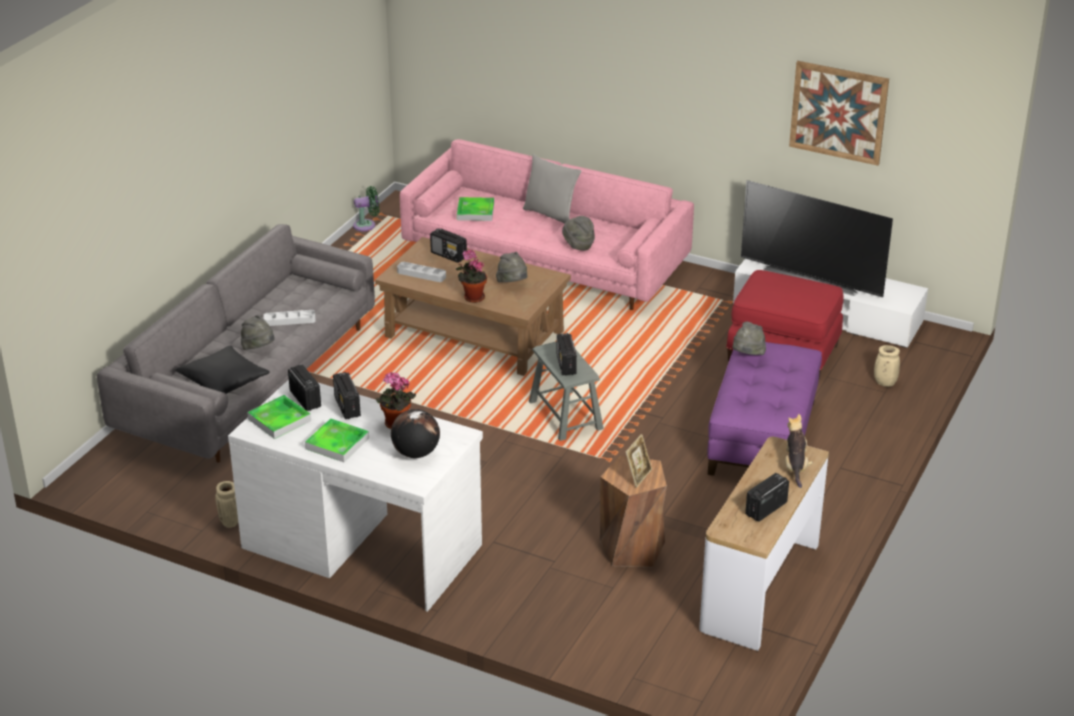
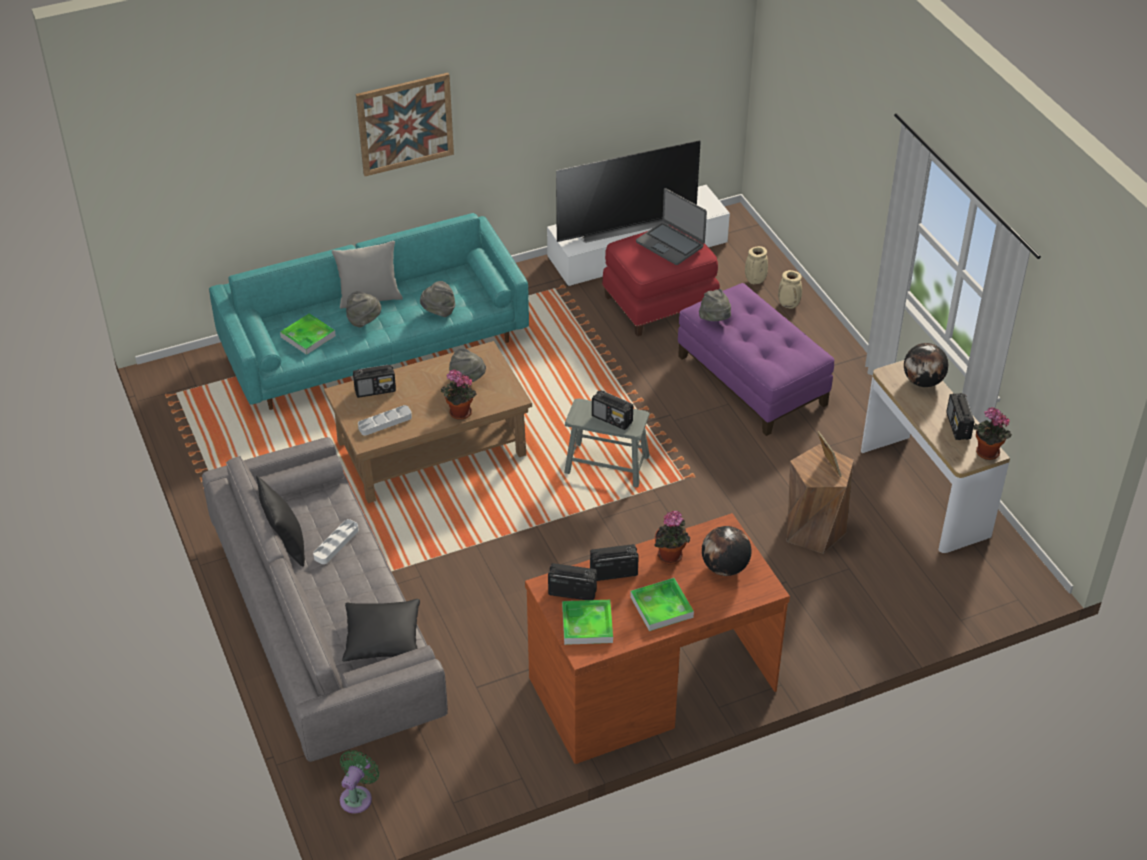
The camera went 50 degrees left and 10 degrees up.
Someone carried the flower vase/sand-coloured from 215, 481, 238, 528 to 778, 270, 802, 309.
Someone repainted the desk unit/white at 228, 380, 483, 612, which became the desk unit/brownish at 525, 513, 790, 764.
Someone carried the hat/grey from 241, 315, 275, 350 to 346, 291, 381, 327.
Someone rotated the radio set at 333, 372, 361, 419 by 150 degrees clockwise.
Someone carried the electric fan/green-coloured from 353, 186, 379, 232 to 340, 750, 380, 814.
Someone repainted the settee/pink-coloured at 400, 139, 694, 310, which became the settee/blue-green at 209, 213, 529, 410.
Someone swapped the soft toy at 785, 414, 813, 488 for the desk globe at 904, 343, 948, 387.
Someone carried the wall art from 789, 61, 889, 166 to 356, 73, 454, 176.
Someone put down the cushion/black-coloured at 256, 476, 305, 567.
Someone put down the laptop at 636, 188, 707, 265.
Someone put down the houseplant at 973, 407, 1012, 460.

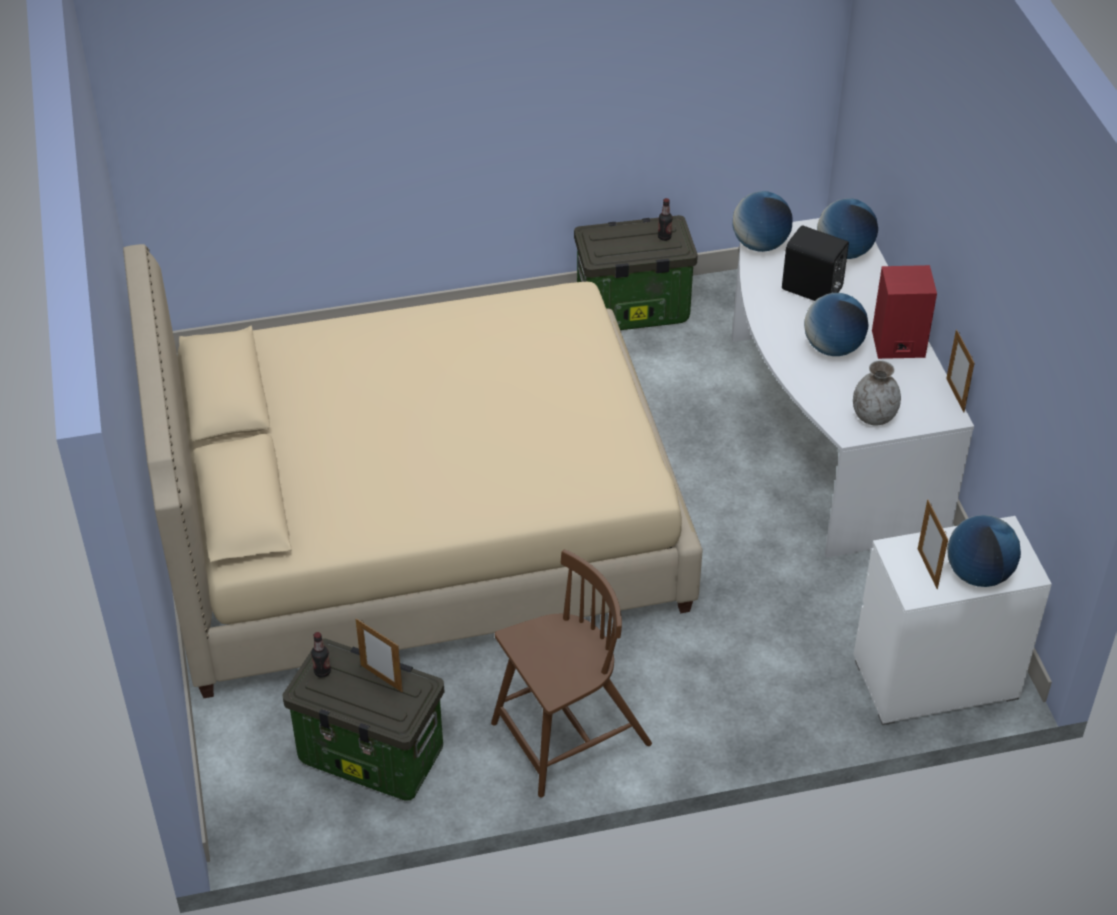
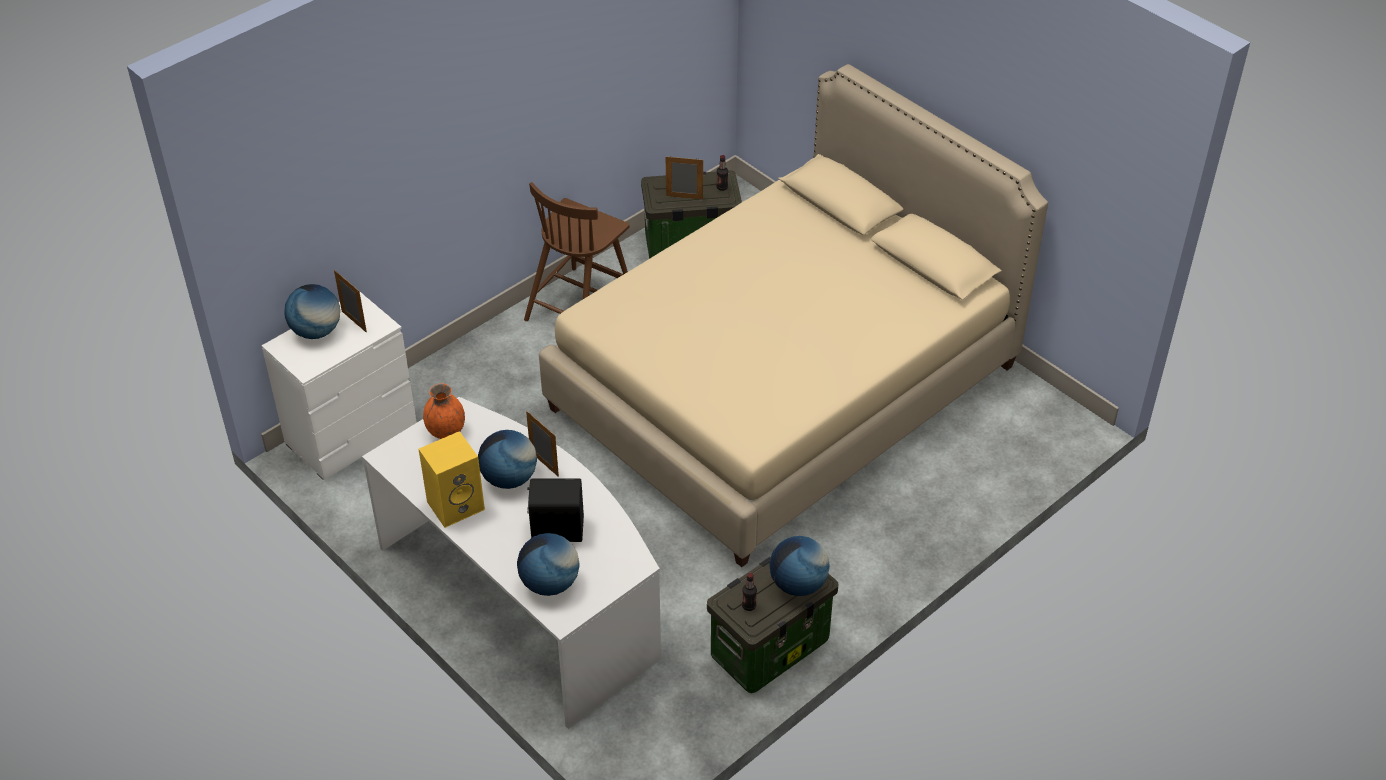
The camera went 150 degrees right and 0 degrees up.
Someone carried the desk globe from 732, 191, 793, 252 to 769, 536, 830, 596.
Someone repainted the flower vase/grey at 853, 360, 901, 425, which became the flower vase/orangey at 423, 383, 465, 439.
Someone repainted the loudspeaker/red-coloured at 872, 265, 937, 359, which became the loudspeaker/yellowish at 419, 431, 485, 528.
Someone carried the picture frame from 946, 329, 975, 412 to 526, 411, 559, 477.

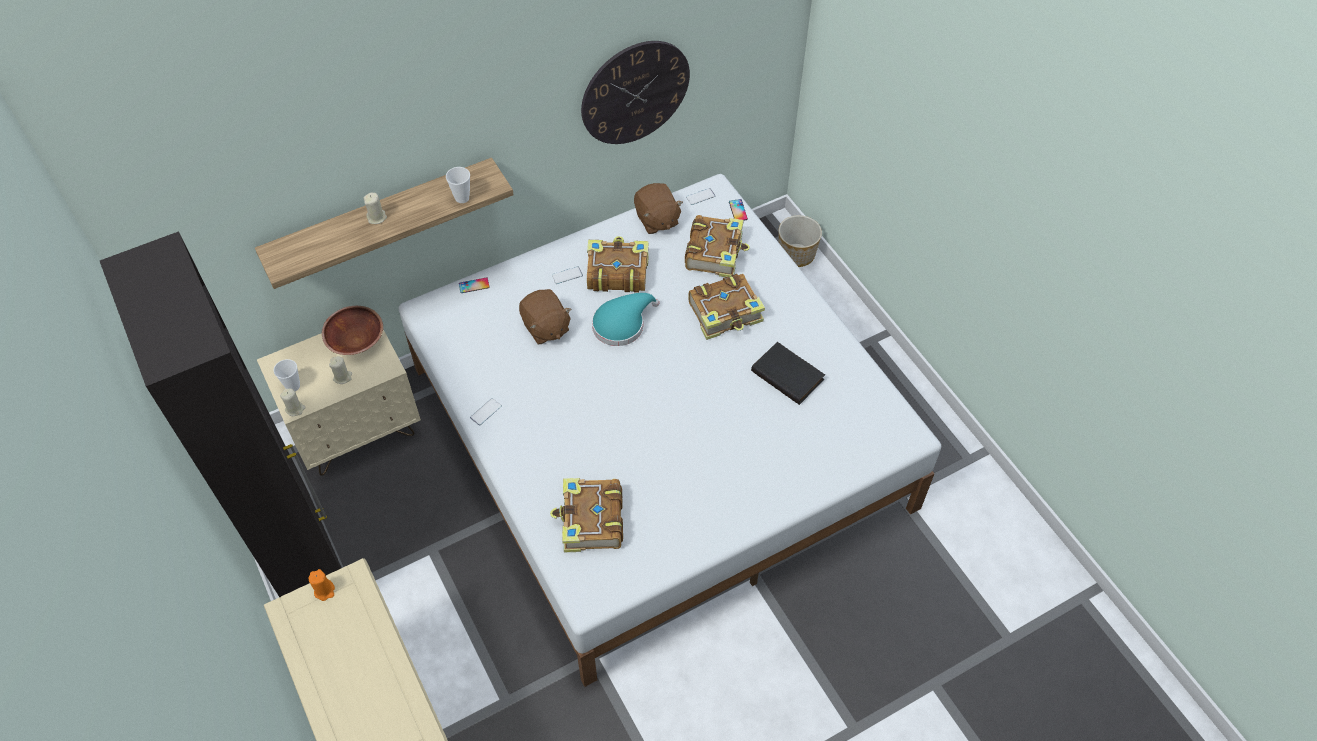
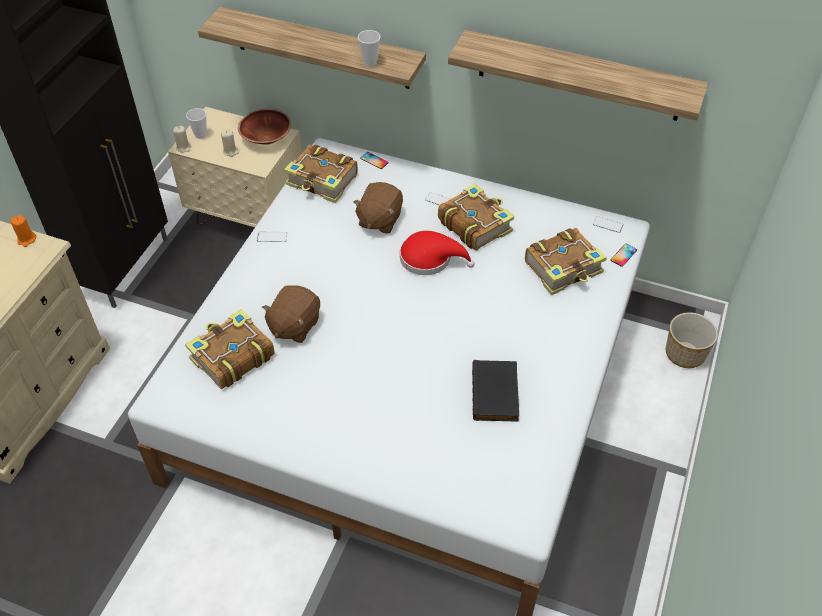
The camera went 50 degrees right and 5 degrees down.
Someone took away the wax candle/sand-coloured at 364, 193, 387, 224.
Someone swapped the clock on the wall at 581, 41, 690, 144 for the wall shelf at 448, 30, 708, 121.
Someone repainted the hat/blue-green at 592, 293, 659, 346, which became the hat/red-coloured at 400, 231, 474, 275.
Someone carried the soft toy/brownish from 634, 183, 683, 234 to 262, 285, 320, 343.
Someone carried the bound book from 689, 274, 765, 340 to 284, 144, 358, 203.

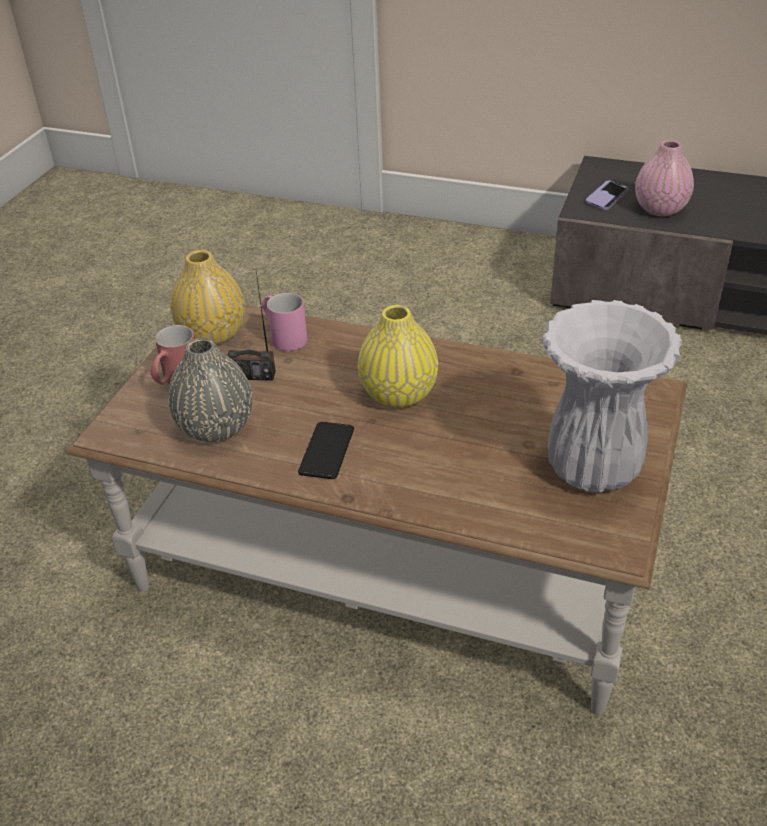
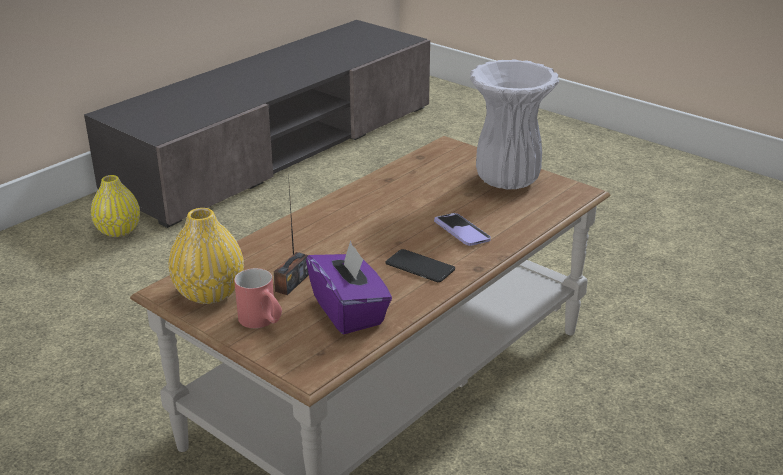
The camera went 70 degrees left and 10 degrees down.
Someone swapped the flower vase/grey at 168, 337, 252, 442 for the tissue box/purple at 306, 240, 392, 334.
Someone took away the coffee mug/pink-coloured at 262, 293, 307, 351.
Someone carried the flower vase/yellowish from 358, 305, 438, 407 to 91, 175, 140, 237.
Someone carried the phone from 586, 180, 629, 210 to 434, 213, 491, 246.
Someone took away the flower vase/pink-coloured at 635, 140, 694, 216.

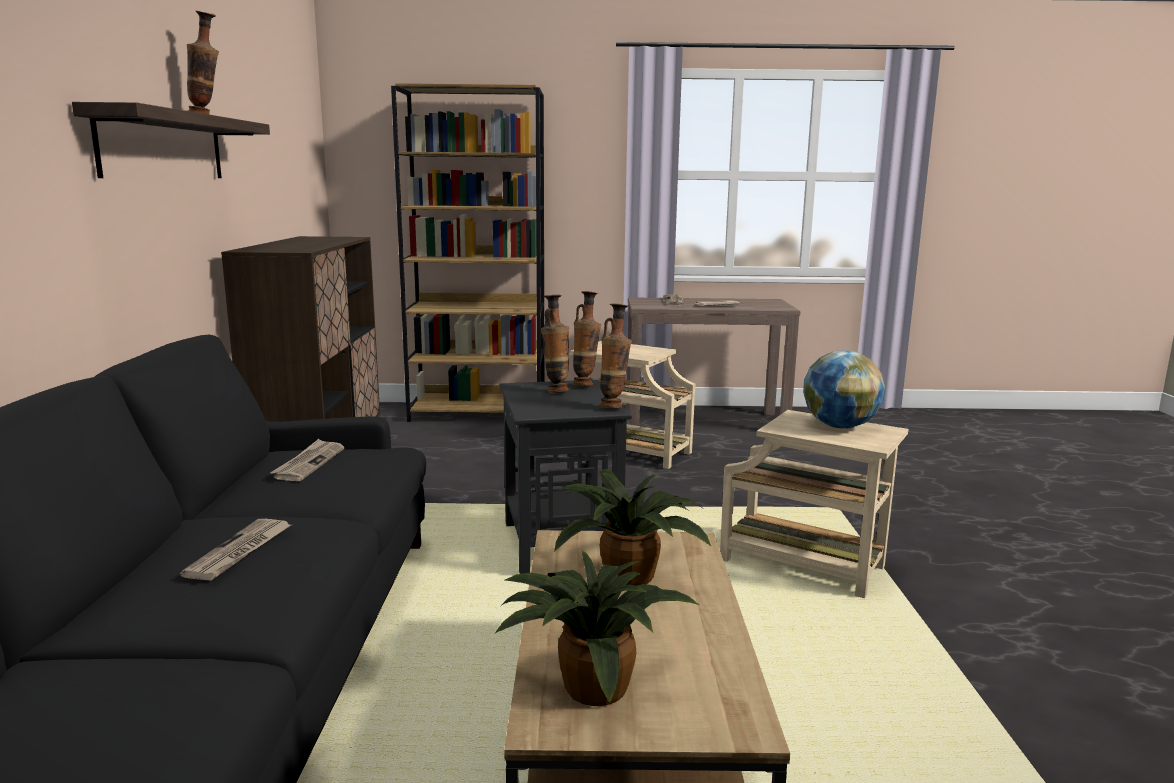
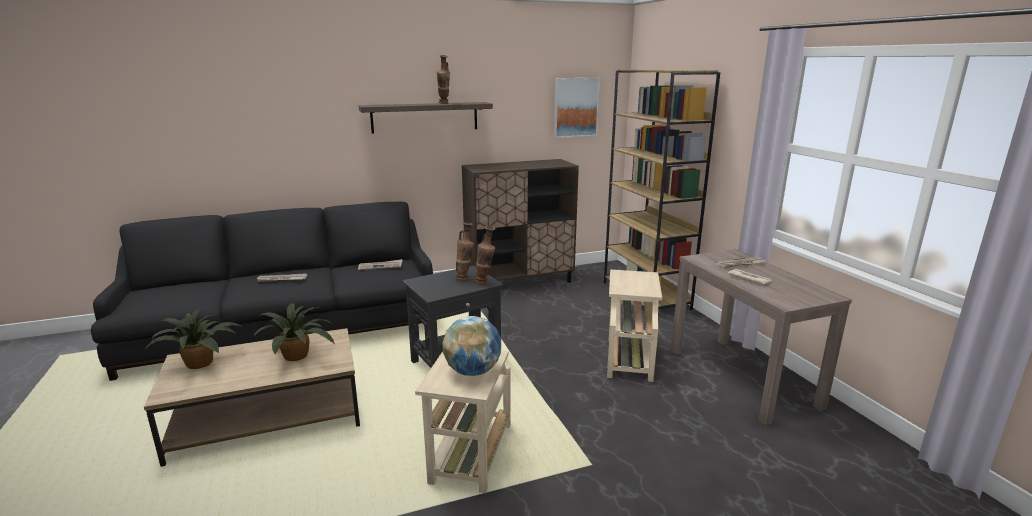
The camera went 70 degrees right and 5 degrees up.
Someone took away the flower vase at 600, 304, 632, 408.
Someone put up the wall art at 554, 78, 600, 138.

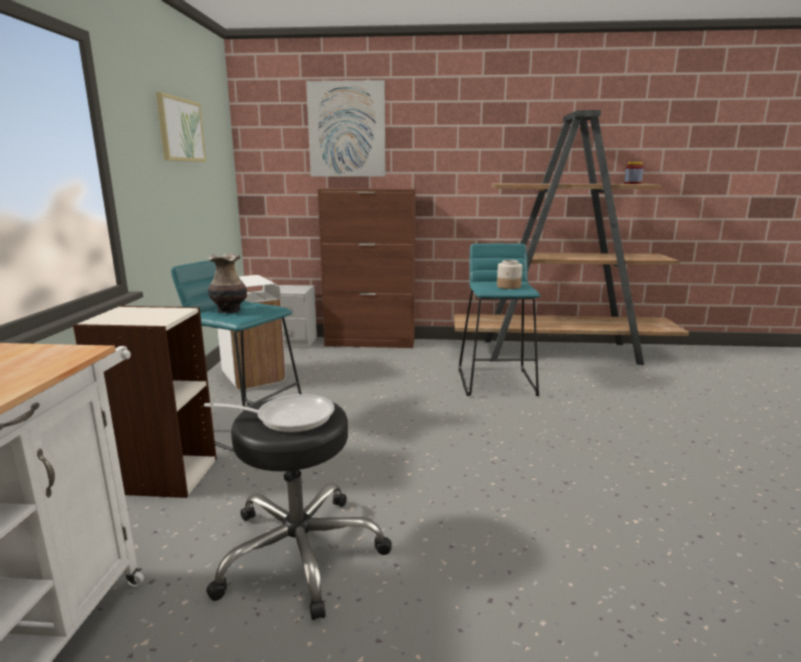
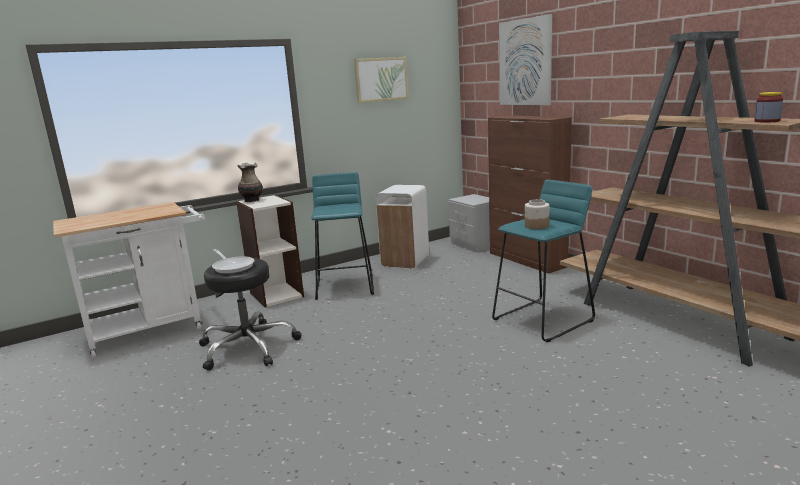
The camera went 55 degrees right and 0 degrees up.
Someone carried the flower vase from 208, 253, 247, 314 to 238, 163, 263, 202.

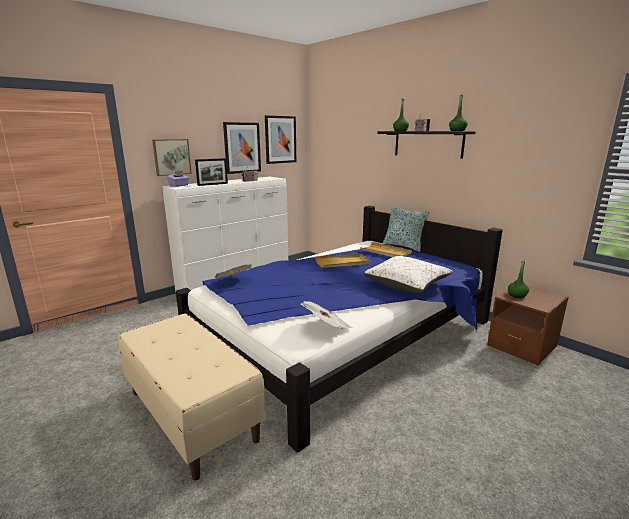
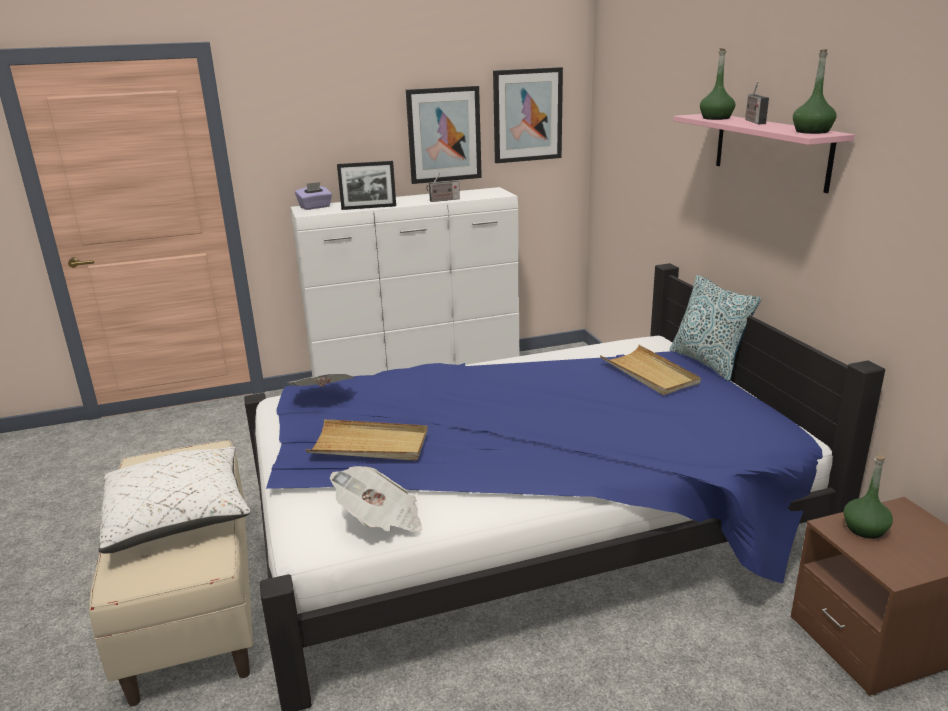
The camera went 25 degrees right and 5 degrees up.
Someone took away the wall art at 152, 139, 192, 176.
Someone carried the tray/sand-coloured from 315, 253, 371, 268 to 306, 419, 428, 460.
Someone carried the cushion/white from 364, 256, 453, 293 to 99, 446, 251, 553.
Someone repainted the wall shelf/black-coloured at 377, 131, 476, 159, which became the wall shelf/pink-coloured at 673, 114, 855, 193.

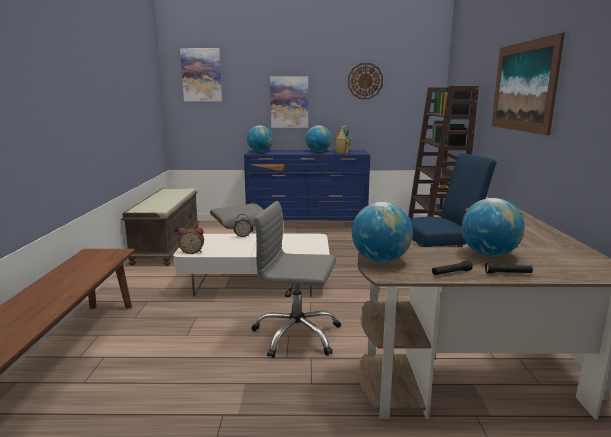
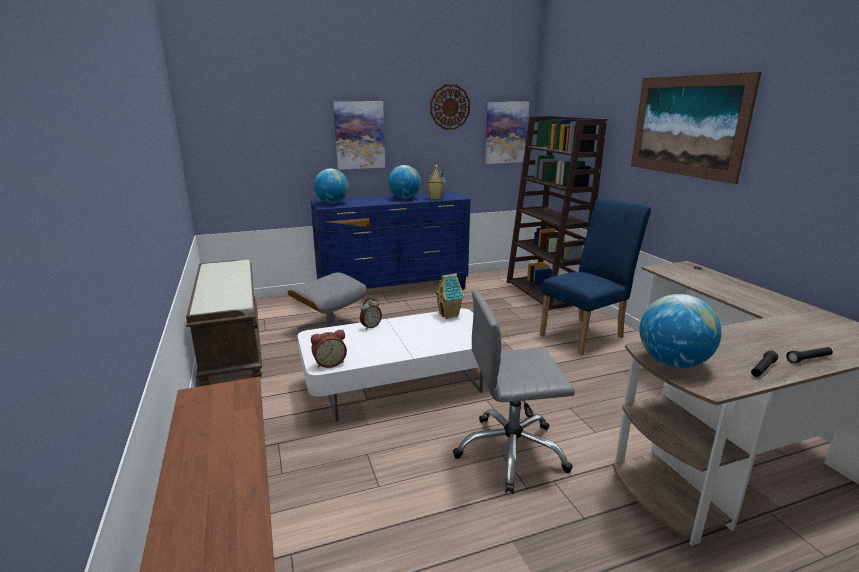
The camera went 20 degrees left and 5 degrees up.
Someone carried the wall art from 180, 48, 222, 101 to 485, 102, 529, 164.
Someone took away the desk globe at 462, 198, 525, 257.
Someone put down the miniature house at 434, 273, 465, 319.

